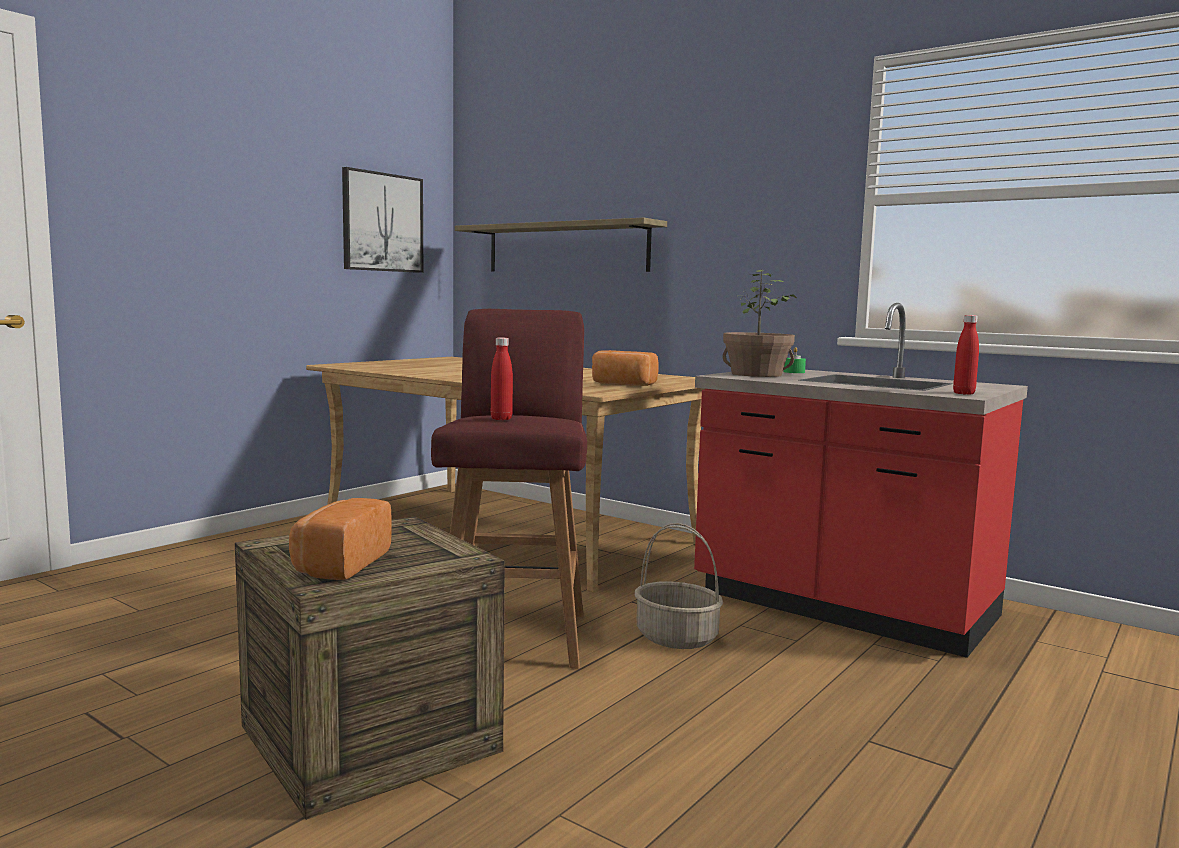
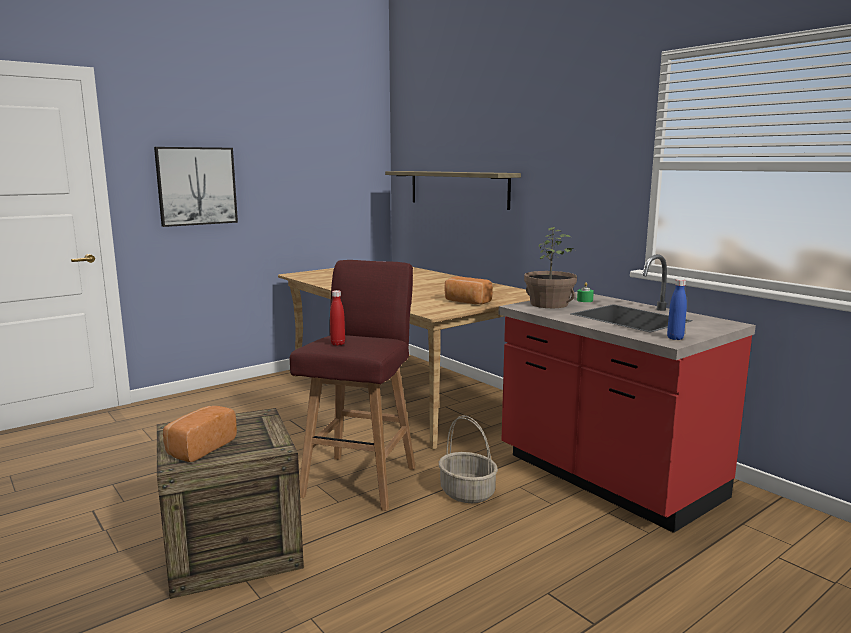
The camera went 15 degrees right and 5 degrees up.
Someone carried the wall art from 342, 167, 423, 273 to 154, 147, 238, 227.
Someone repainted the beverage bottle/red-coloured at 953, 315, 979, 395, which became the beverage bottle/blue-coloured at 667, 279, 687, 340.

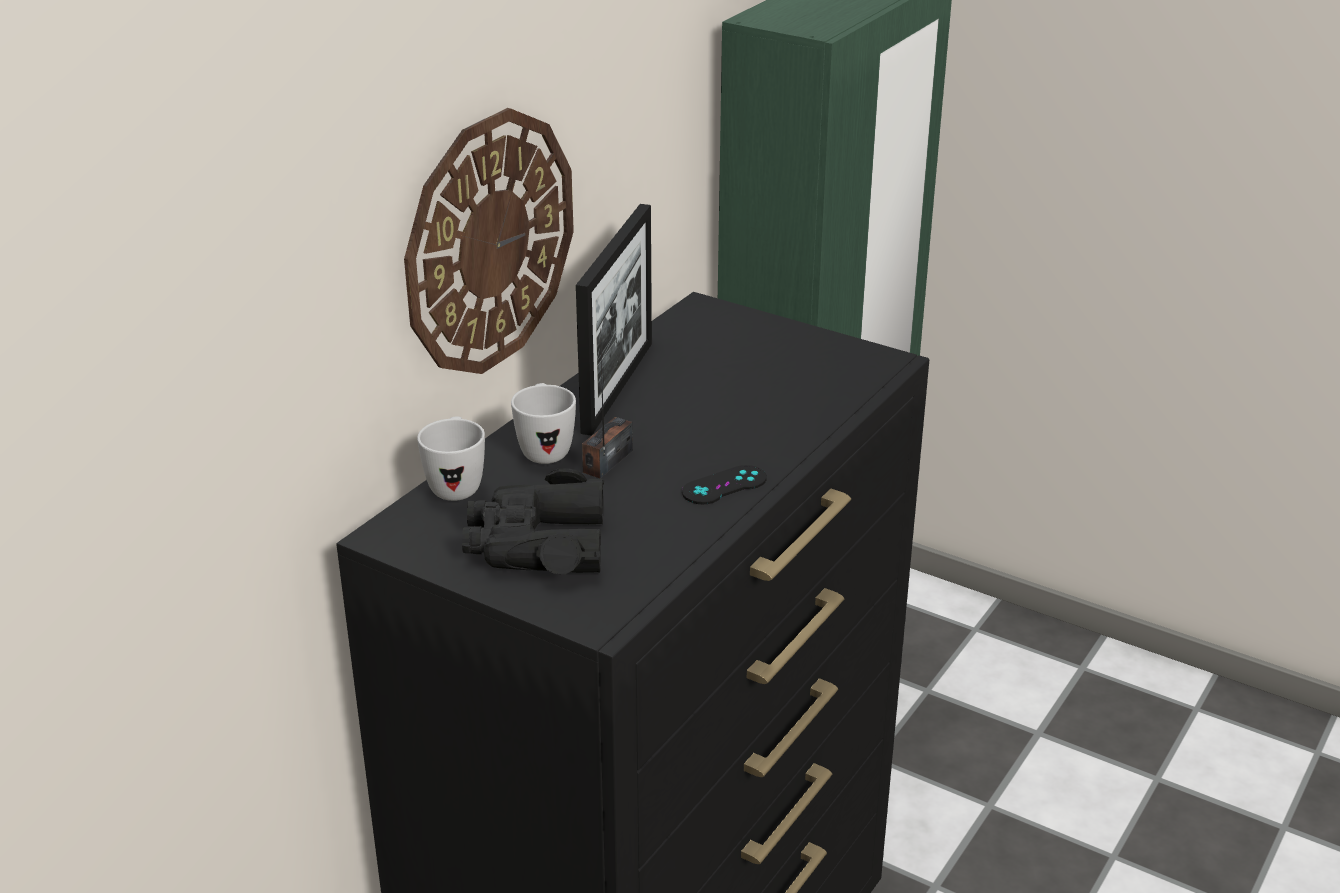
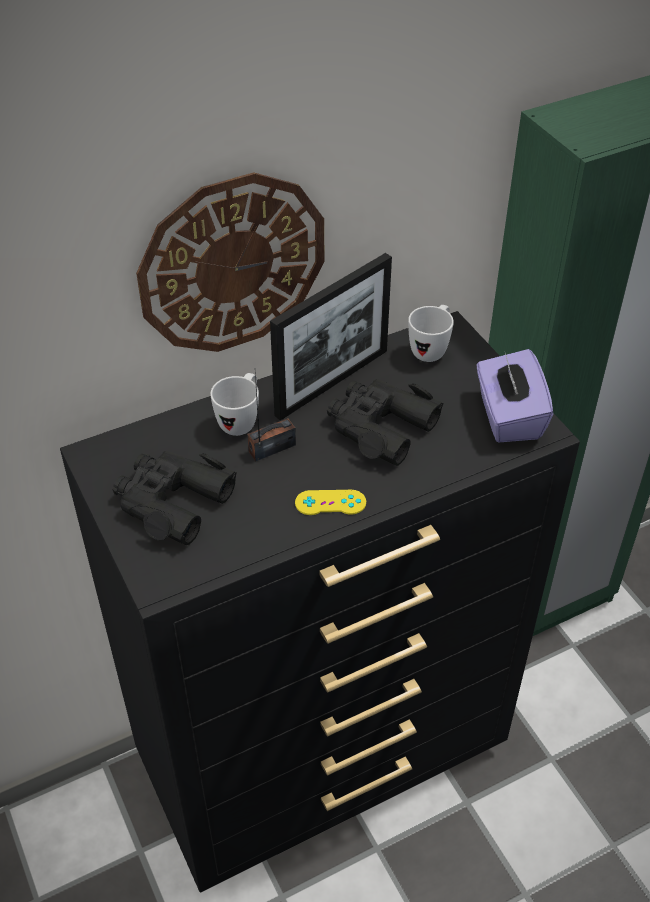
The camera went 30 degrees right and 15 degrees up.
Someone carried the coffee mug/white from 417, 417, 485, 501 to 408, 305, 454, 362.
Someone repainted the gamepad/black-coloured at 682, 465, 767, 504, which became the gamepad/yellowish at 295, 490, 366, 515.
Someone put down the pair of binoculars/black-coloured at 327, 379, 443, 466.
Someone put down the tissue box/purple at 476, 349, 553, 443.

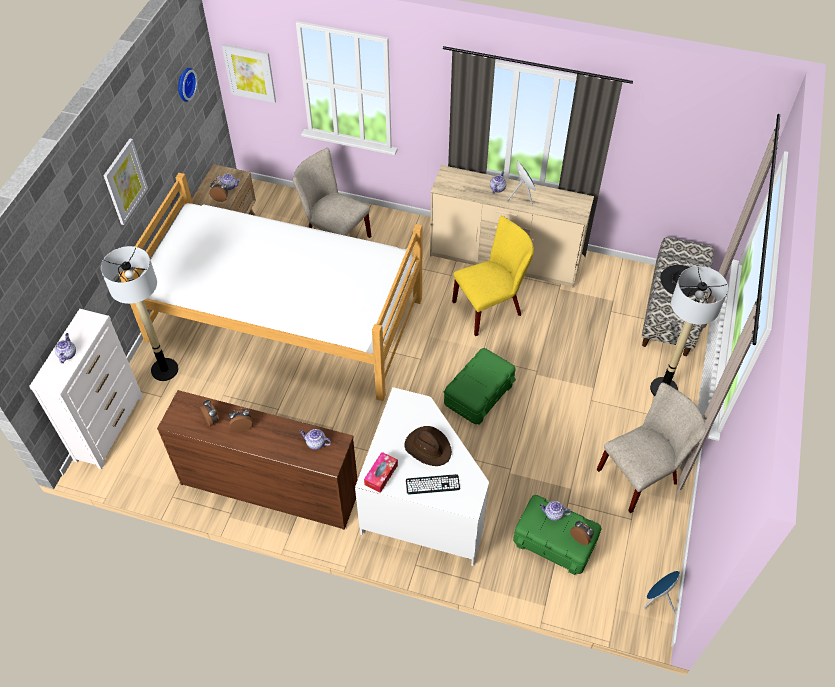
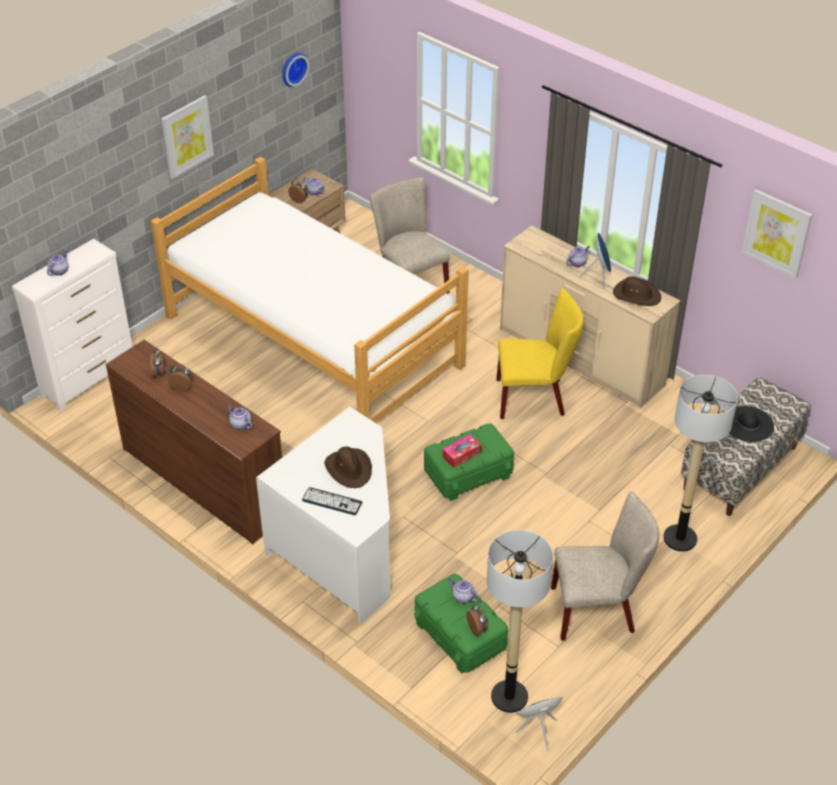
The camera went 25 degrees right and 10 degrees down.
Someone carried the standing lamp from 101, 246, 178, 381 to 487, 530, 553, 713.
Someone carried the wall art from 222, 44, 276, 103 to 742, 189, 812, 279.
Someone carried the tissue box from 364, 452, 398, 493 to 442, 434, 482, 468.
Someone put down the hat/brownish at 613, 276, 661, 306.

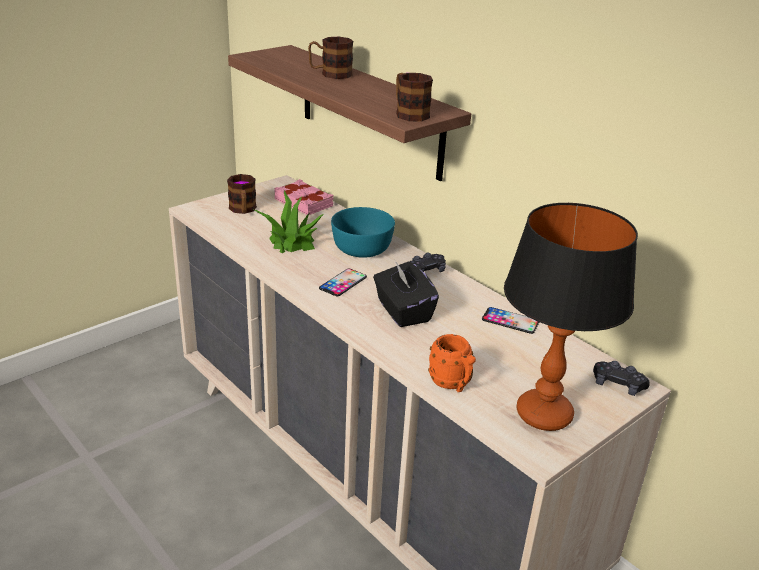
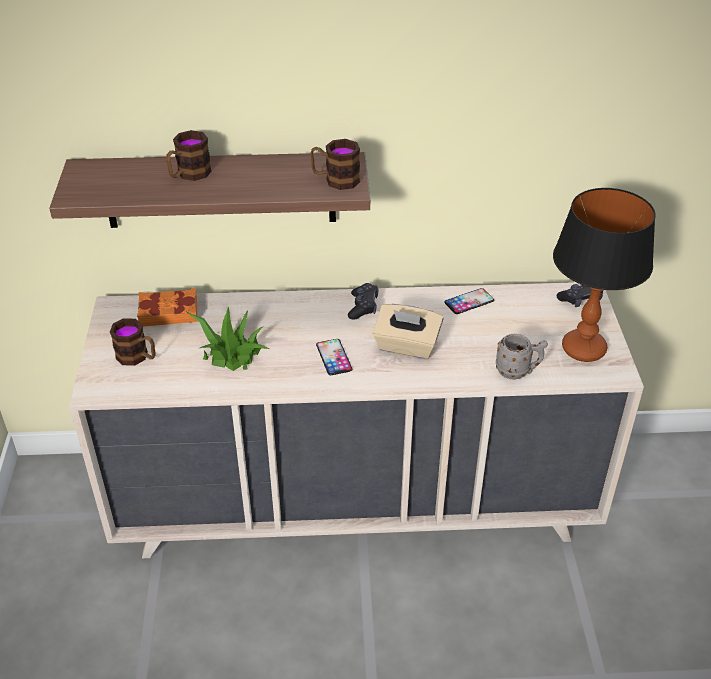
The camera went 50 degrees left and 10 degrees up.
Someone repainted the bound book/pink-coloured at 275, 179, 334, 215, which became the bound book/orangey at 137, 288, 197, 327.
Someone took away the deep dish/blue-green at 331, 207, 395, 258.
Someone repainted the tissue box/black-coloured at 373, 260, 439, 327, which became the tissue box/sand-coloured at 373, 304, 443, 359.
Someone repainted the coffee mug/orangey at 428, 334, 476, 392, which became the coffee mug/grey at 496, 334, 548, 380.

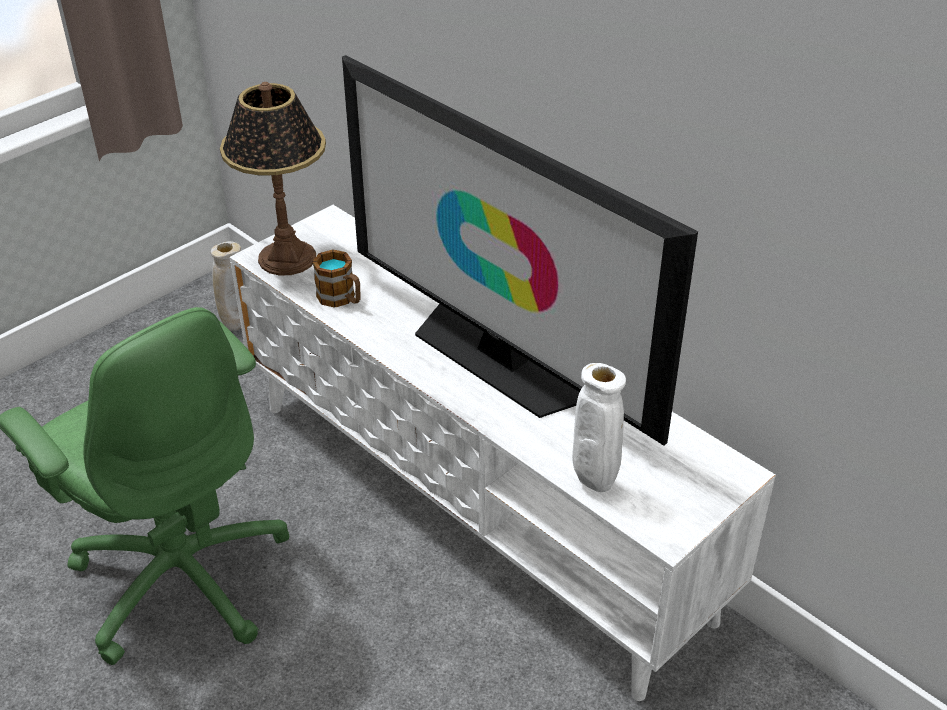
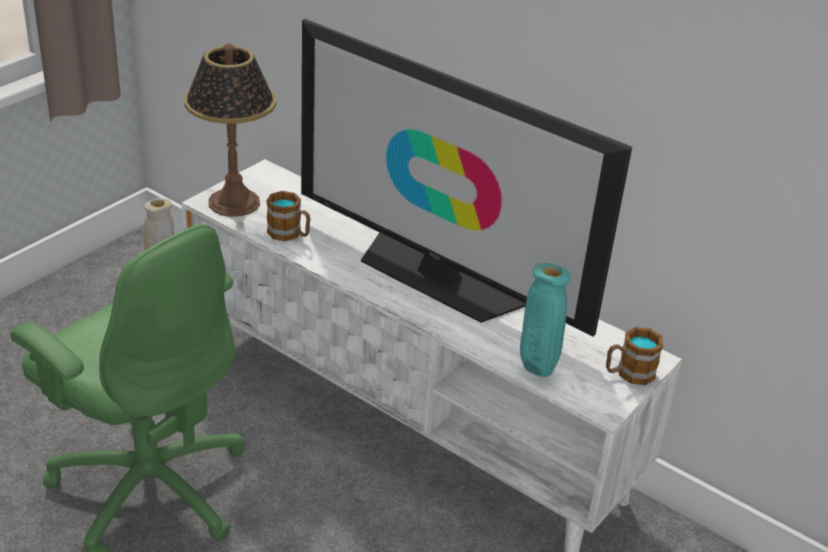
The camera went 10 degrees left and 5 degrees down.
Someone repainted the flower vase/white at 572, 363, 626, 492, which became the flower vase/blue-green at 520, 263, 571, 377.
Someone put down the coffee mug at 606, 327, 663, 385.

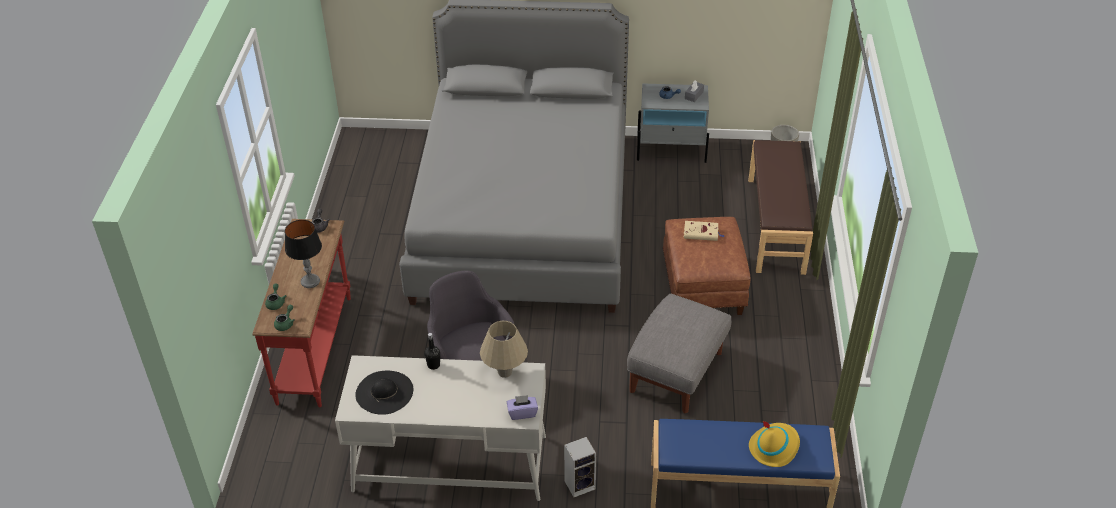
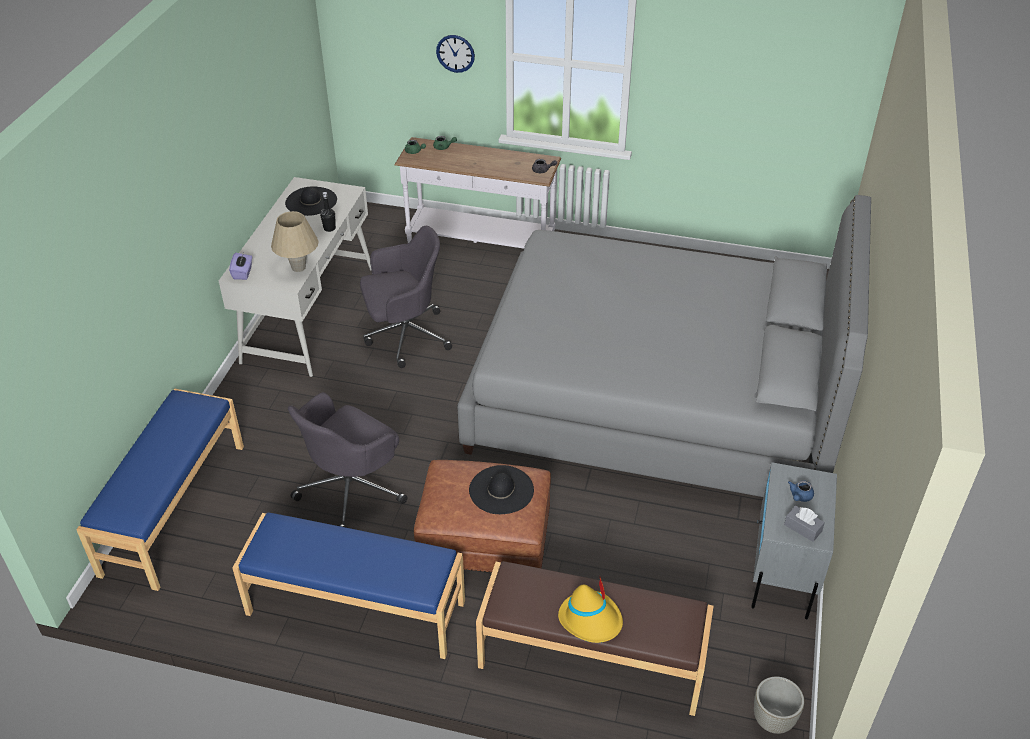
The camera went 100 degrees right and 0 degrees up.
Someone repainted the console table/red-coloured at 253, 219, 351, 407, which became the console table/white at 394, 137, 561, 249.
Someone took away the lamp for a table at 285, 220, 322, 288.
Someone took away the loudspeaker at 564, 437, 596, 497.
Someone swapped the ottoman/grey at 627, 294, 731, 413 for the desk chair/grey at 288, 392, 408, 528.
Someone swapped the bound book/sand-coloured at 683, 221, 724, 241 for the hat/black-coloured at 469, 465, 534, 514.
Someone carried the hat/yellowish from 749, 421, 800, 467 to 558, 577, 623, 643.
Someone put down the indoor bench/blue-coloured at 232, 512, 465, 659.
Someone put up the clock on the wall at 436, 35, 475, 73.

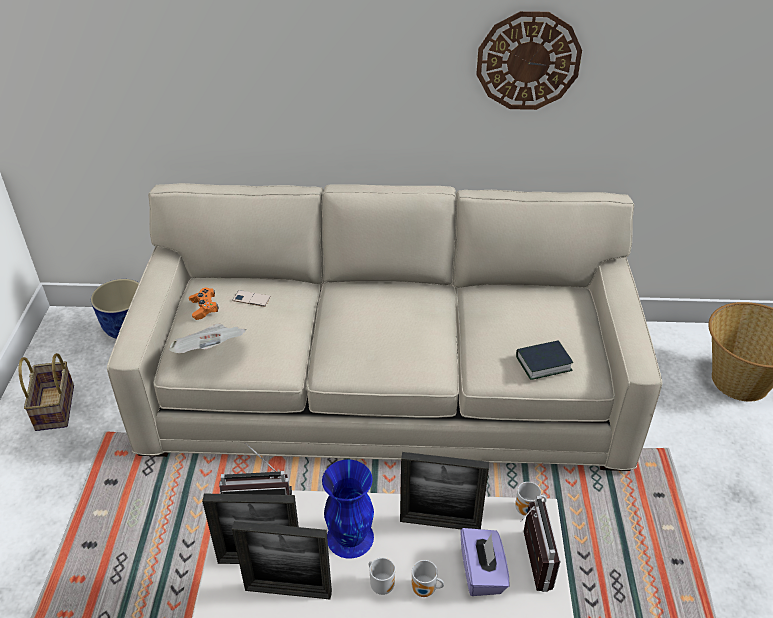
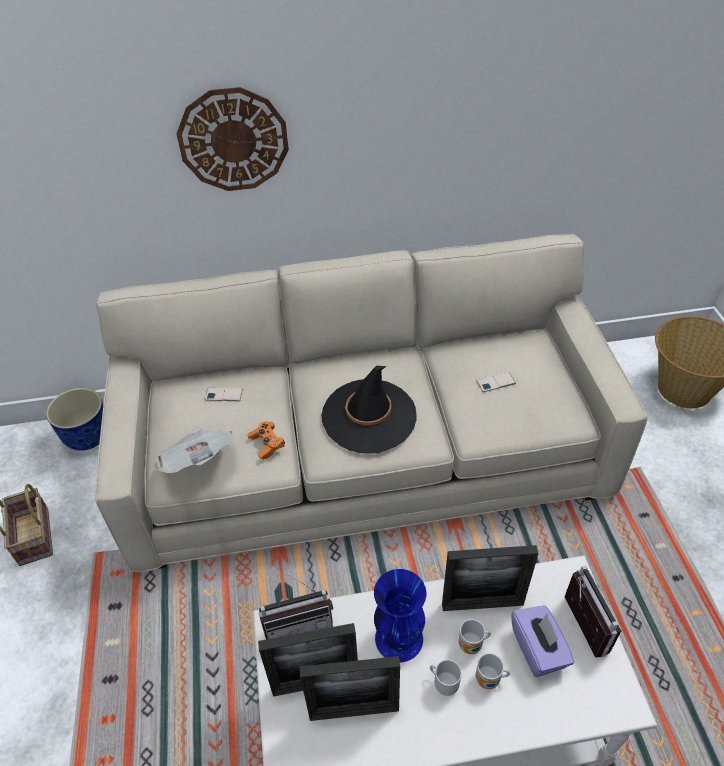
The camera went 10 degrees left and 5 degrees up.
Someone carried the gamepad/orangey from 189, 288, 218, 320 to 247, 421, 285, 460.
Someone carried the clock on the wall from 476, 11, 582, 110 to 176, 87, 289, 191.
Someone carried the coffee mug from 515, 482, 547, 516 to 459, 619, 491, 654.
Someone took away the bound book at 516, 340, 573, 380.
Someone put down the hat/black-coloured at 322, 366, 417, 454.
Someone put down the phone at 476, 372, 516, 392.

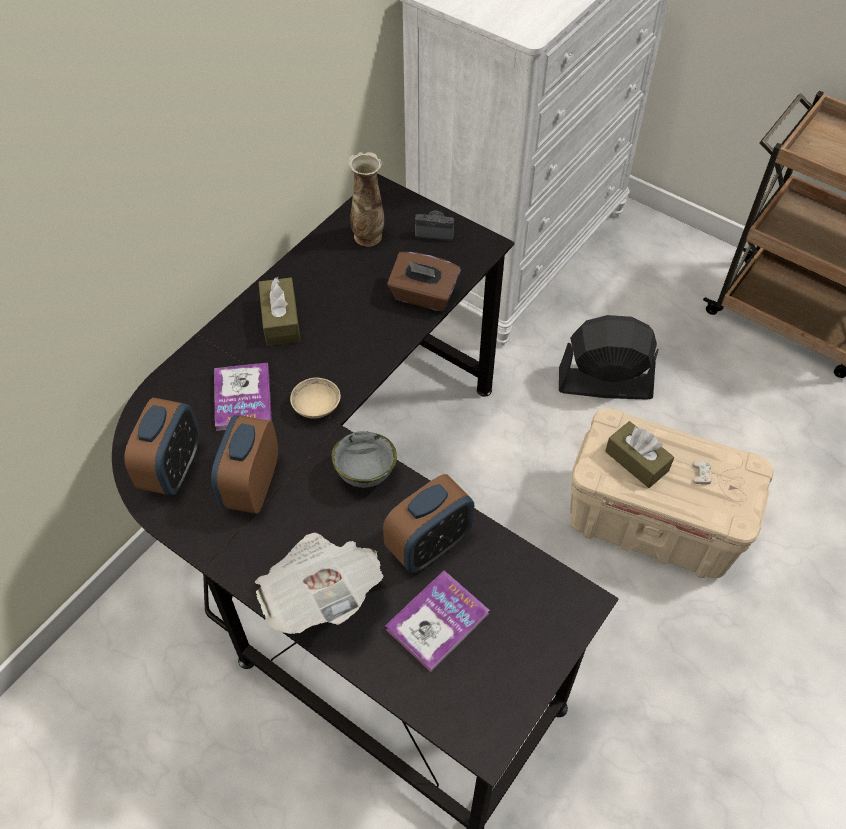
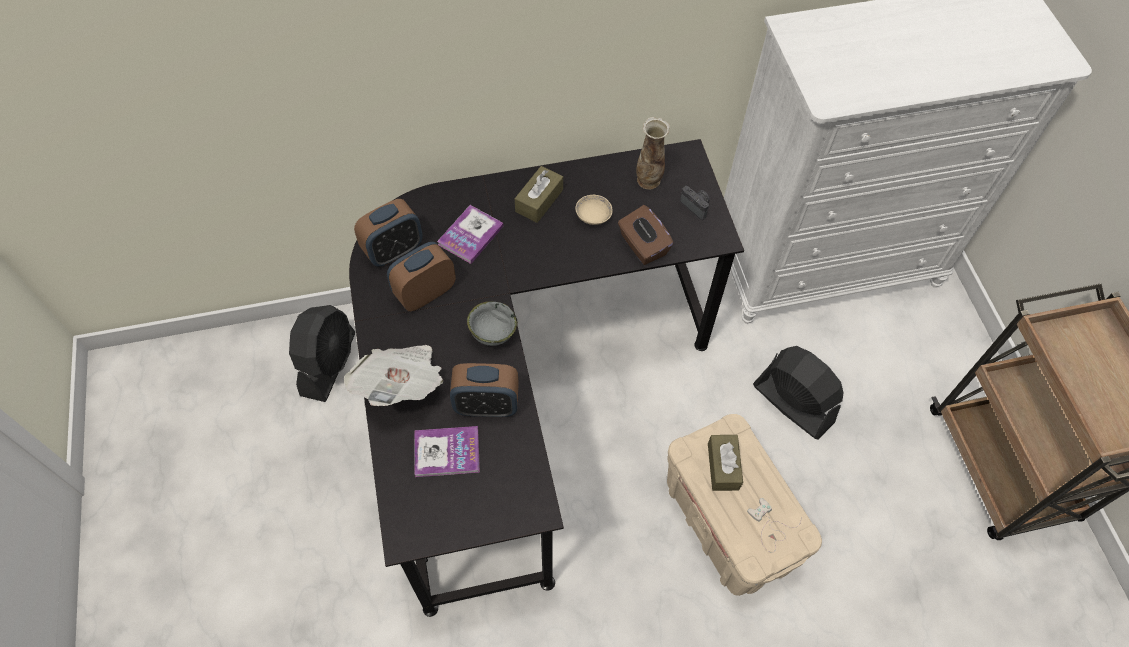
The camera went 40 degrees right and 5 degrees up.
Someone carried the deep dish/sand-coloured from 290, 377, 341, 419 to 575, 195, 613, 225.
Someone put down the electric fan/black-coloured at 289, 305, 355, 402.

